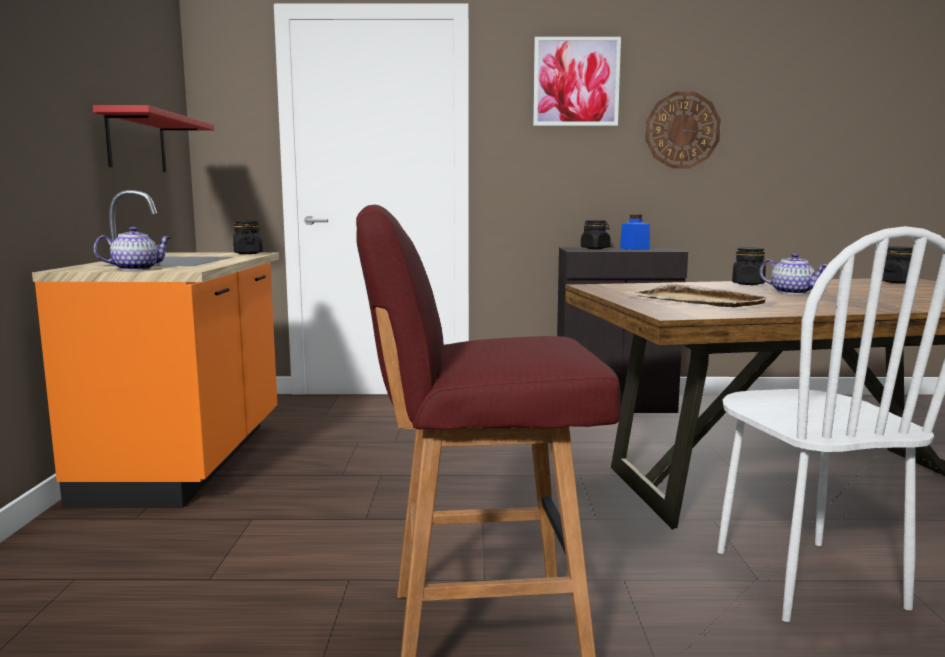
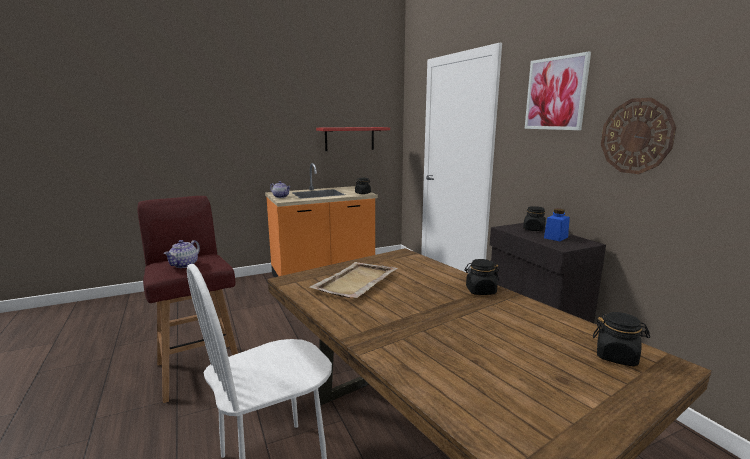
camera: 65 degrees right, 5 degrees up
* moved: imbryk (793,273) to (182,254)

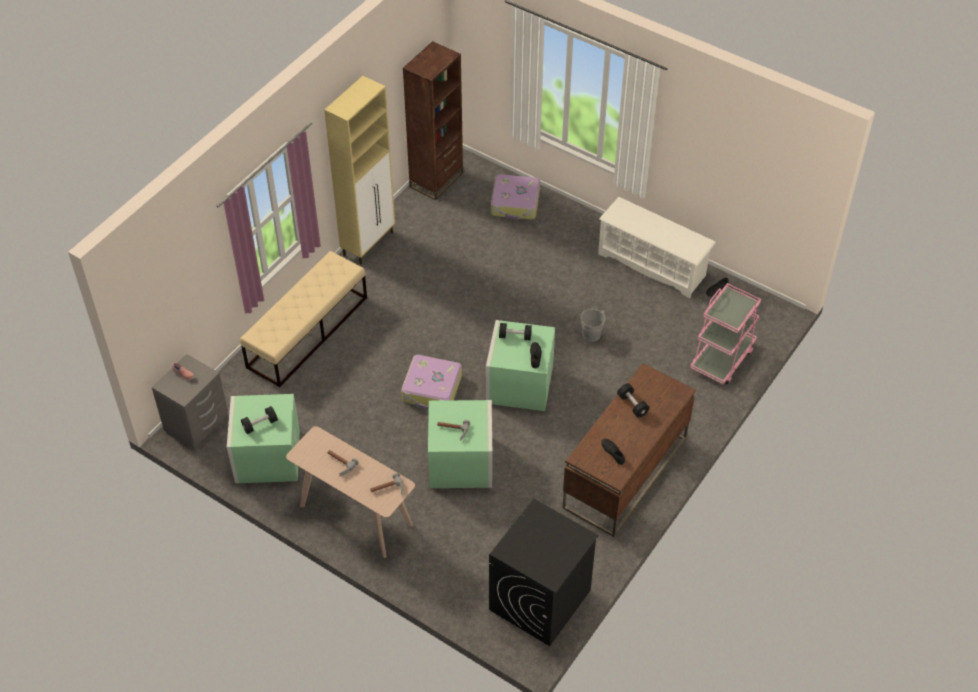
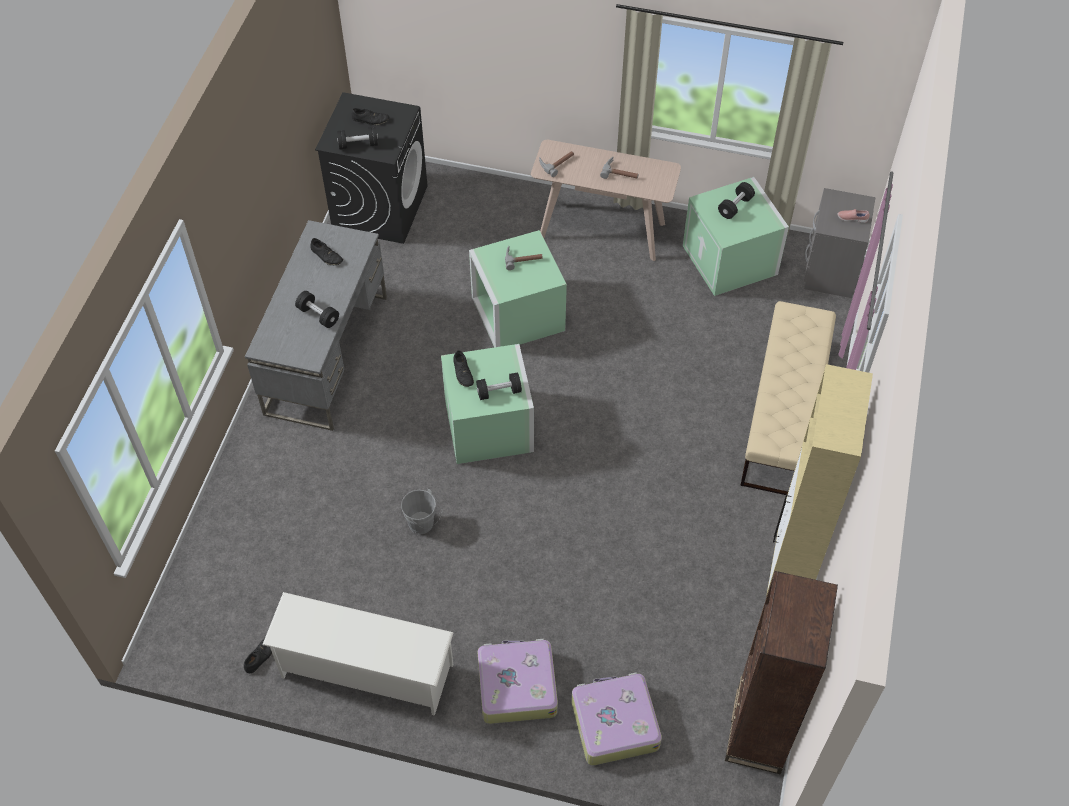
camera: 160 degrees right, 5 degrees up
* moved: walizka (431,382) to (517,681)
* recoloured: biurko (brązowy) (629,450) to biurko (szary) (316,325)
* removed: wózek (różowy) (725,333)
* added: hantel (czarny) (357,138)
* added: but (czarny) (370,116)

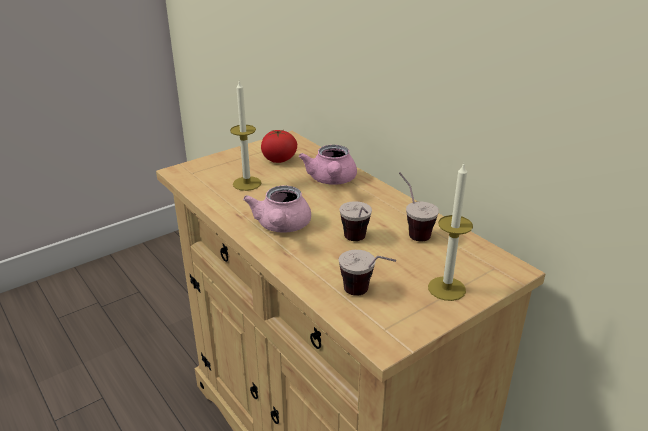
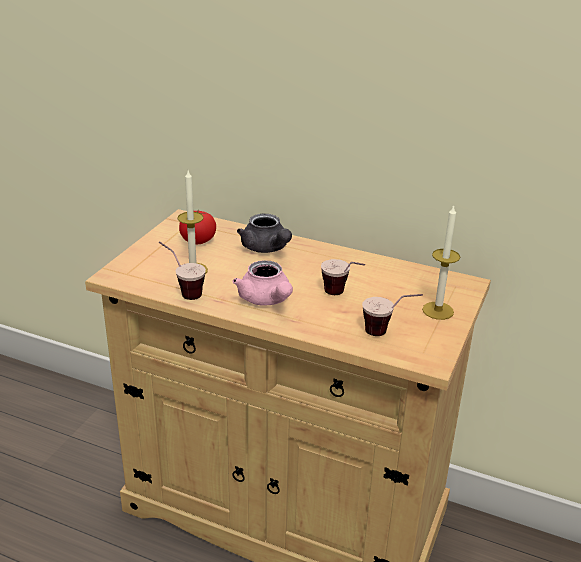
camera: 30 degrees left, 0 degrees up
* recoloured: imbryk (różowy) (328,165) to imbryk (szary) (264,233)
* moved: filiżanka (419,206) to (182,270)

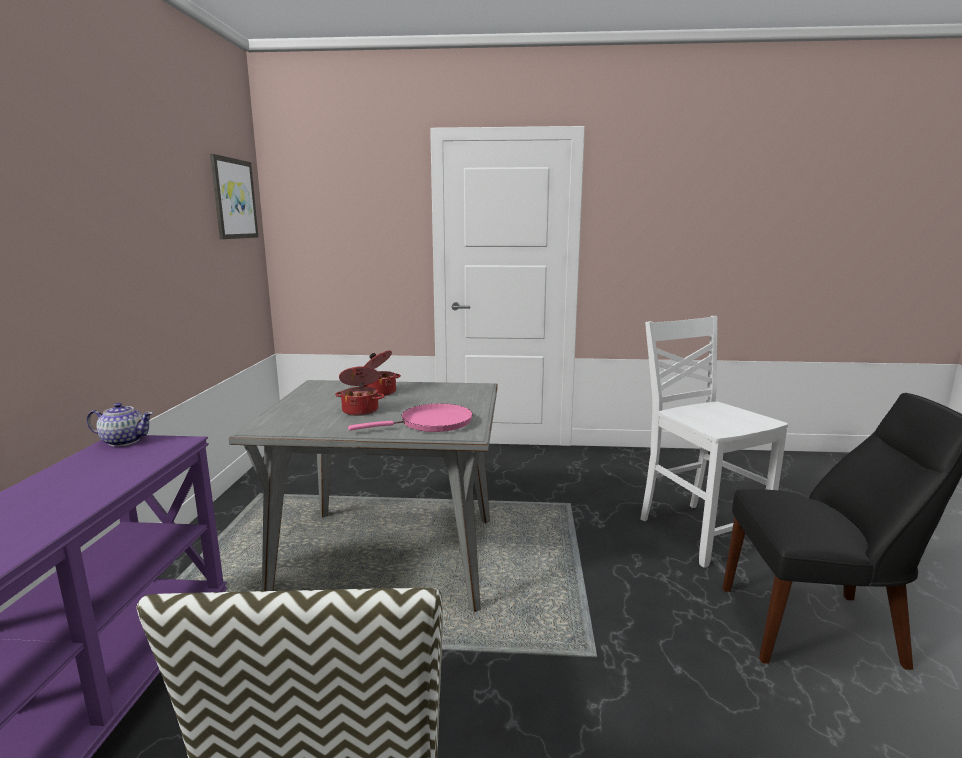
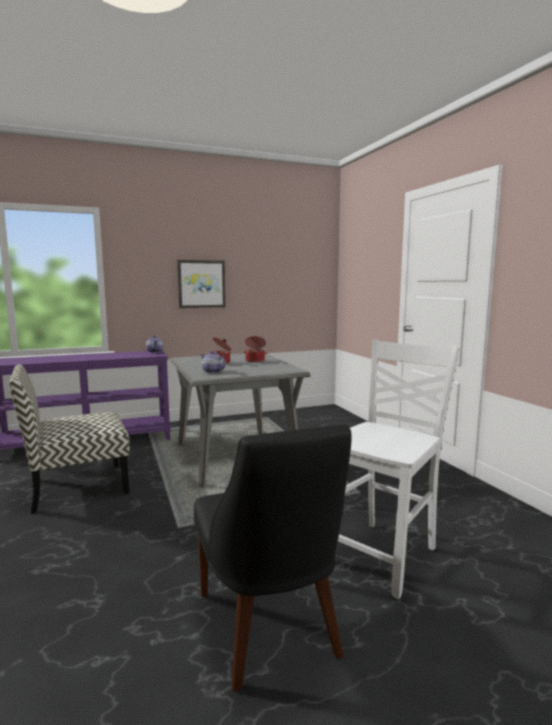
camera: 65 degrees right, 5 degrees down
* moved: obraz (234,196) to (201,284)
* replaced: patelnia (różowy) (410,418) to imbryk (213,362)

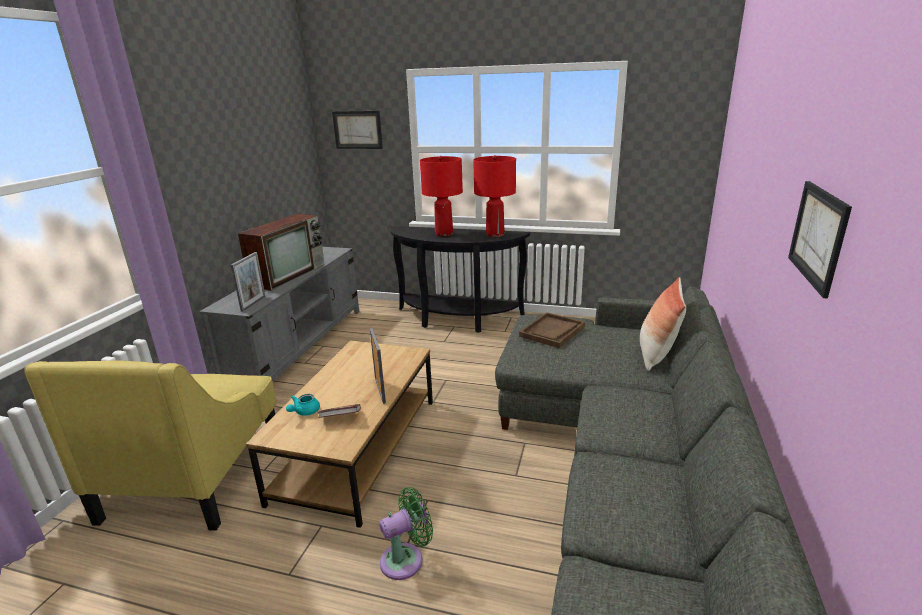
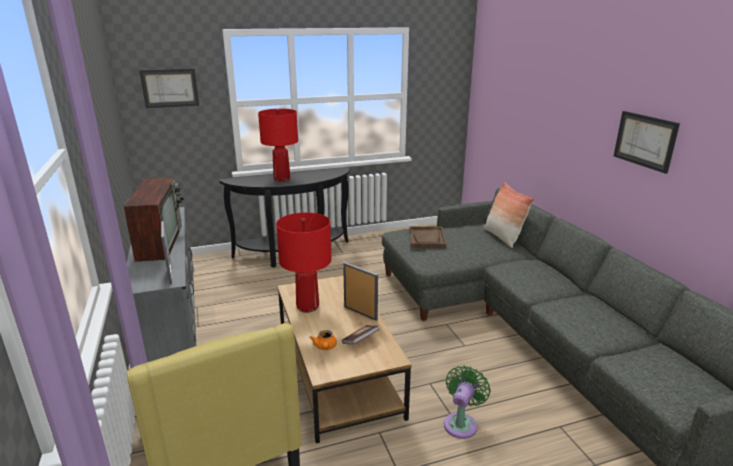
camera: 35 degrees left, 0 degrees up
* recoloured: imbryk (turkusowy) (303,405) to imbryk (pomarańczowy) (323,340)
* moved: lampa stołowa (czerwony) (494,196) to (303,262)

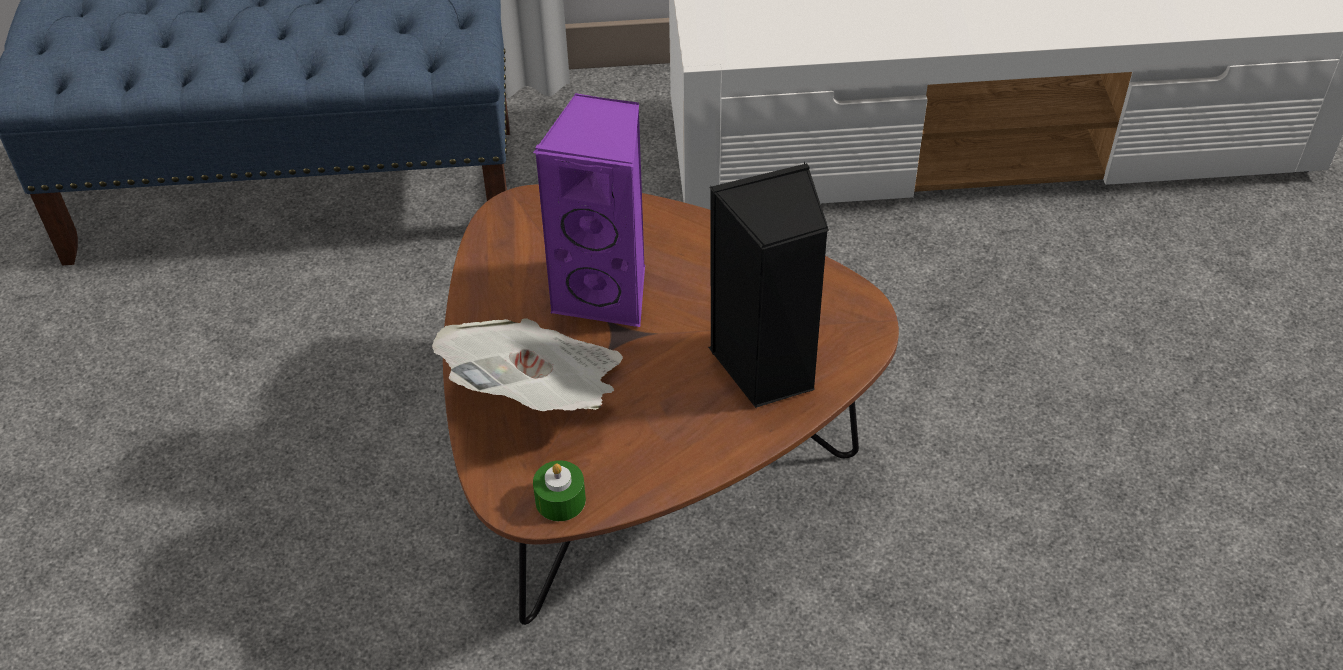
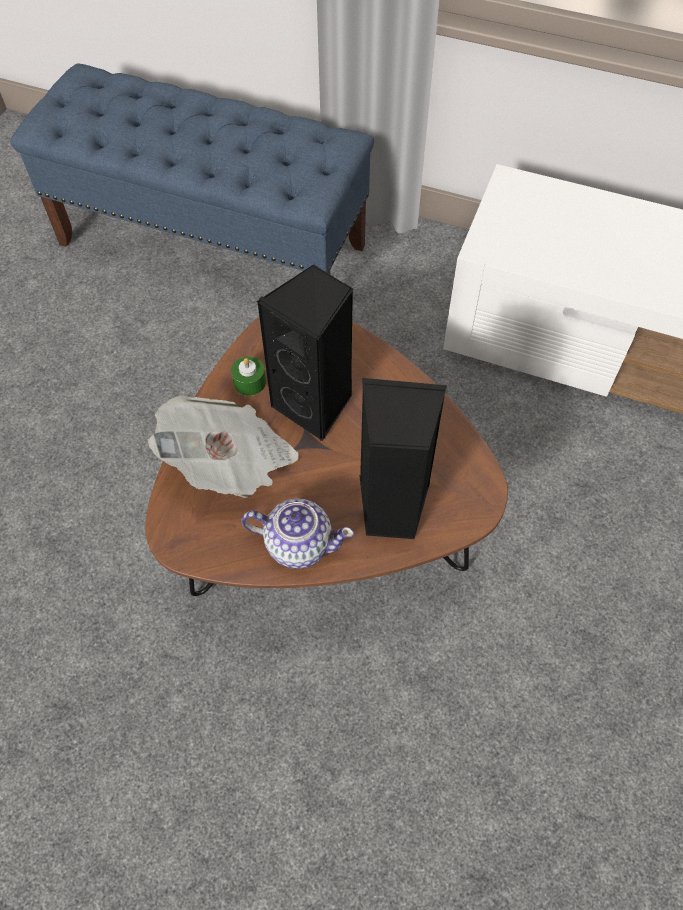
camera: 25 degrees right, 10 degrees up
* recoloured: głośnik (fioletowy) (589,210) to głośnik (czarny) (304,352)
* moved: świeca (zielony) (559,490) to (248,376)
* added: imbryk (297,534)

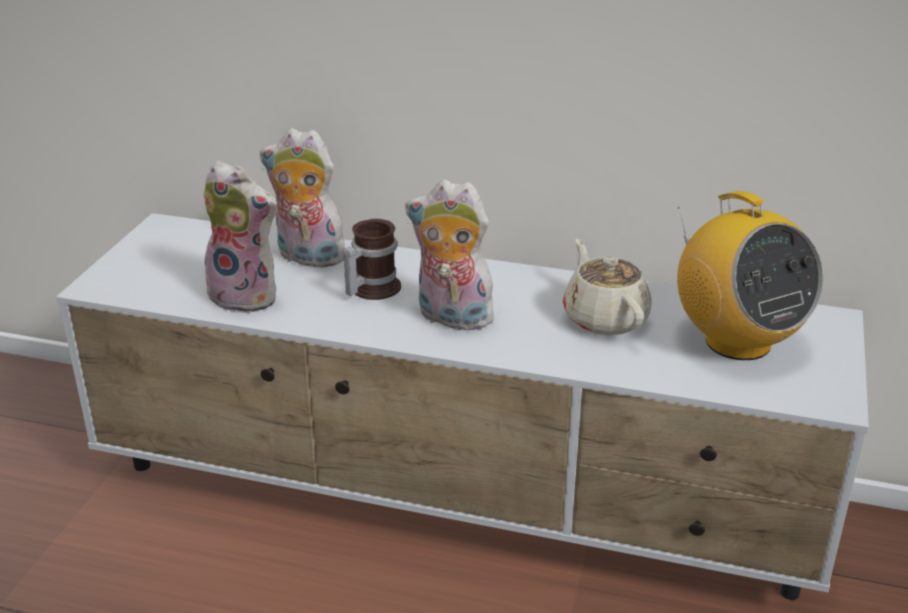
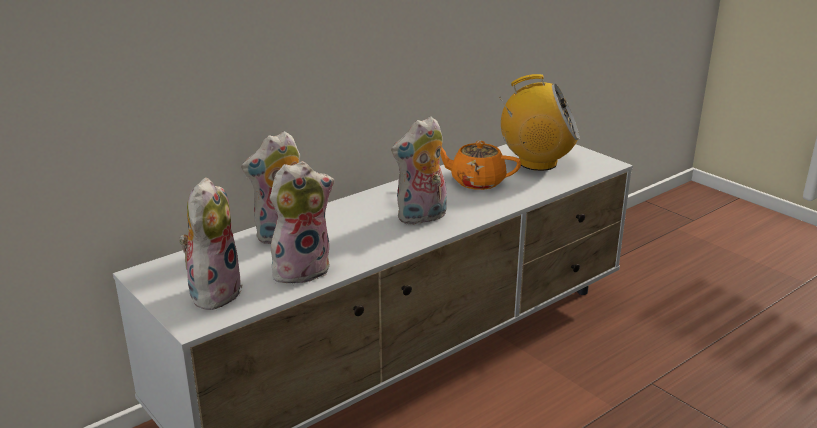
camera: 55 degrees left, 5 degrees down
* removed: kubek (372,259)
* recoloured: imbryk (beżowy) (607,287) to imbryk (pomarańczowy) (480,165)
* added: pluszak (211,243)

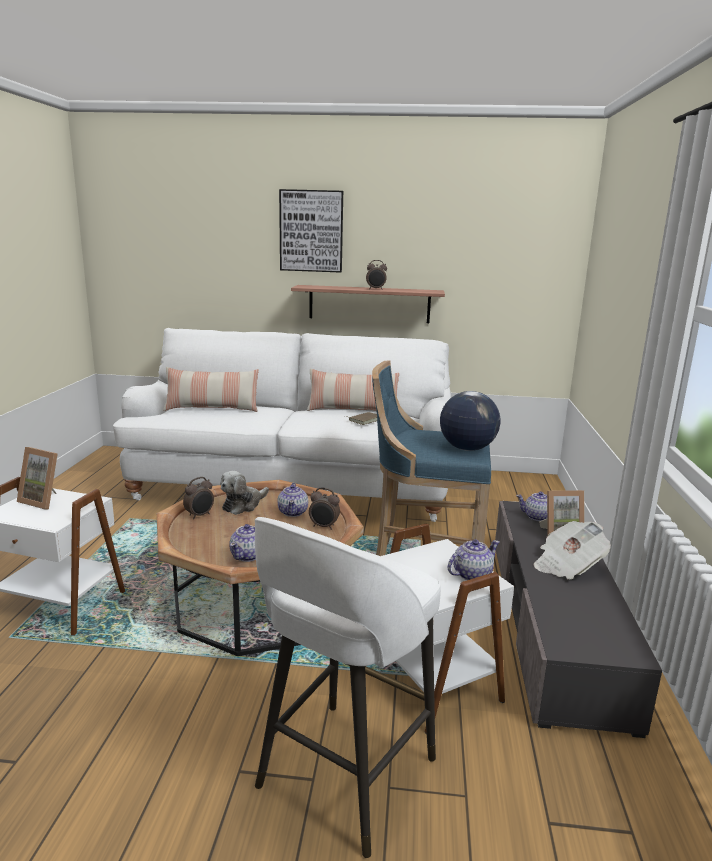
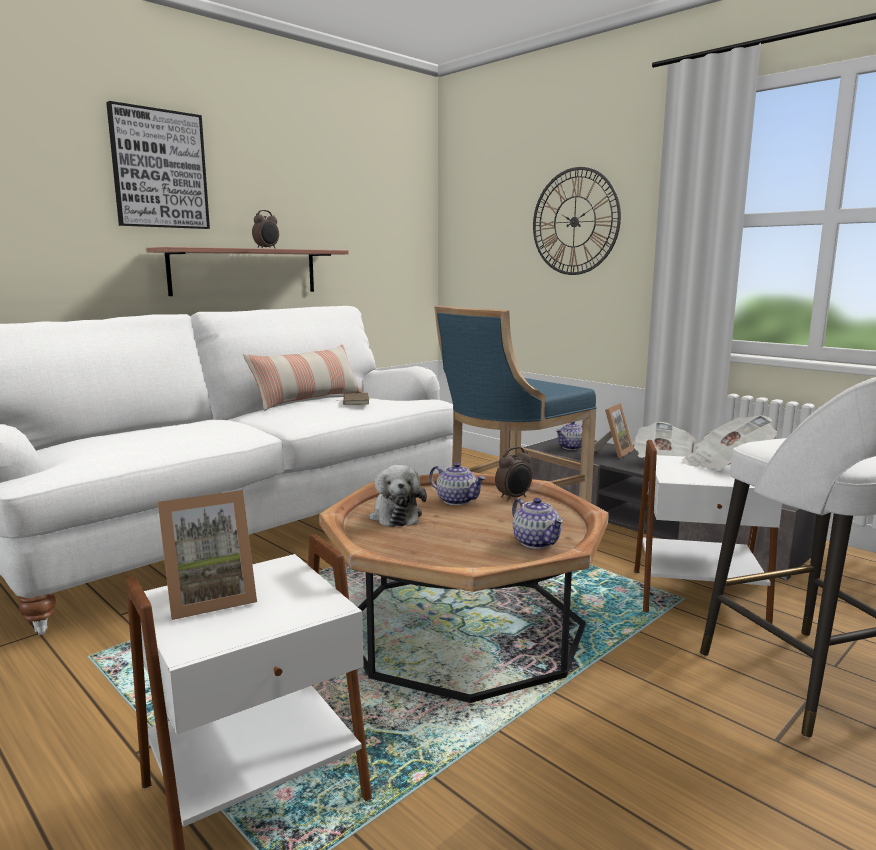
camera: 50 degrees left, 5 degrees down
* removed: poduszka (211,389)
* removed: budzik (198,498)
* removed: globus (470,421)
* replaced: imbryk (474,560) to gazeta (729,442)
* added: zegar ścienny (577,221)

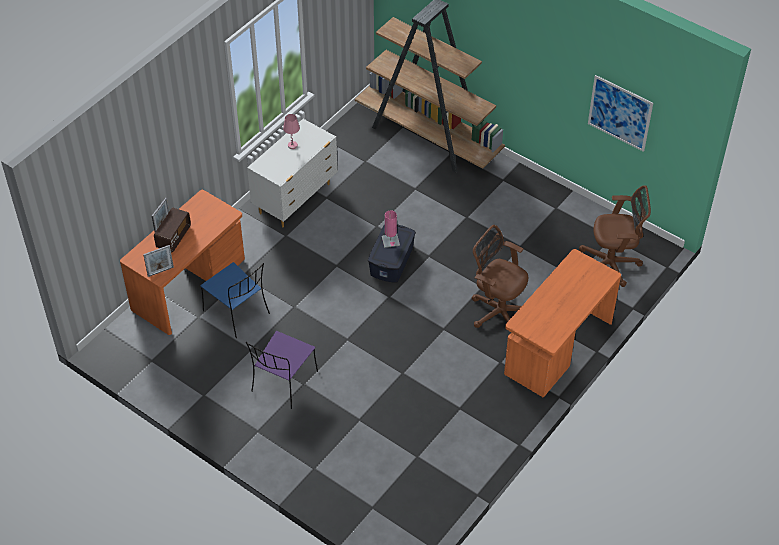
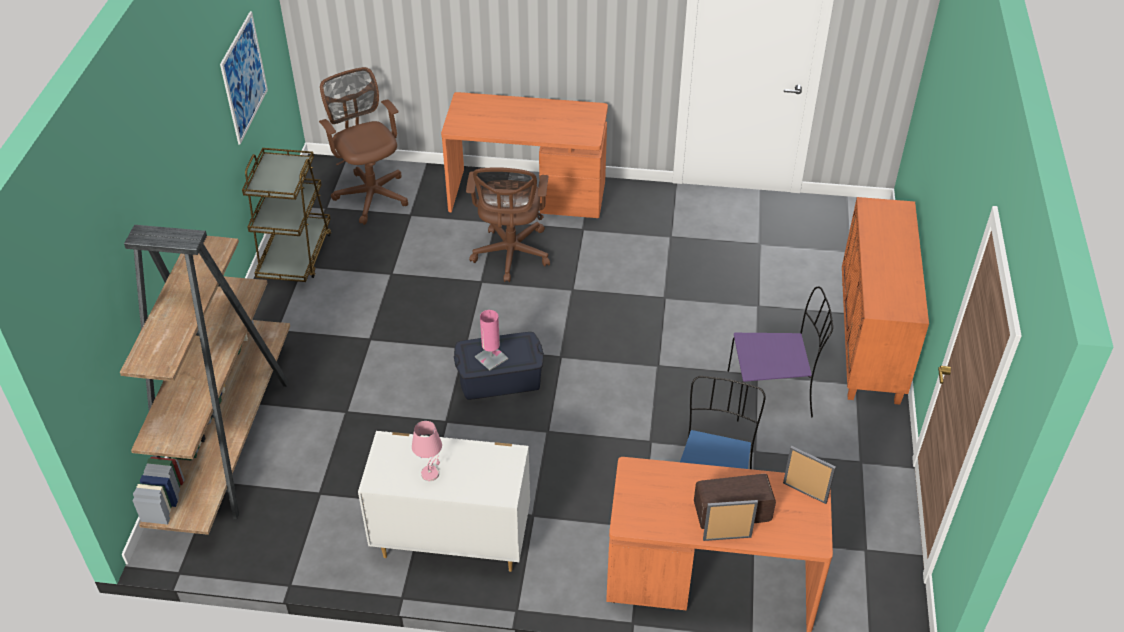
camera: 120 degrees left, 5 degrees down
* added: wózek (brązowy) (287,215)
* added: szafka (pomarańczowy) (885,301)

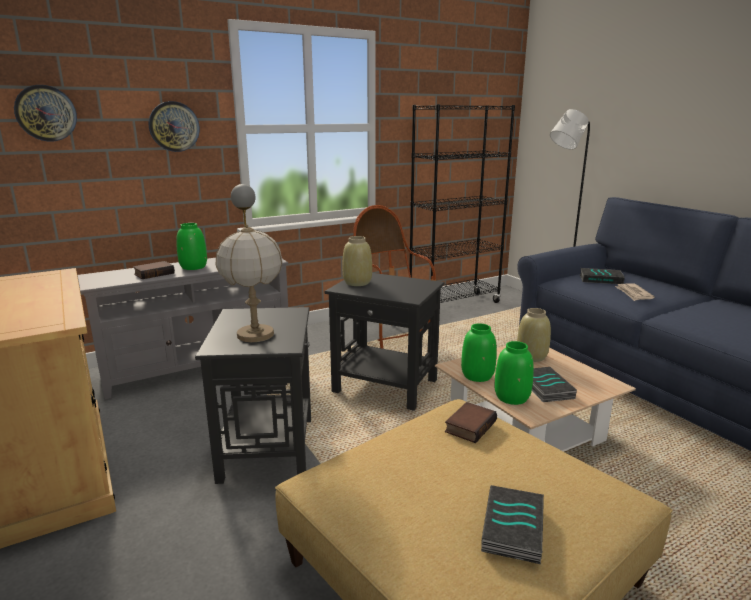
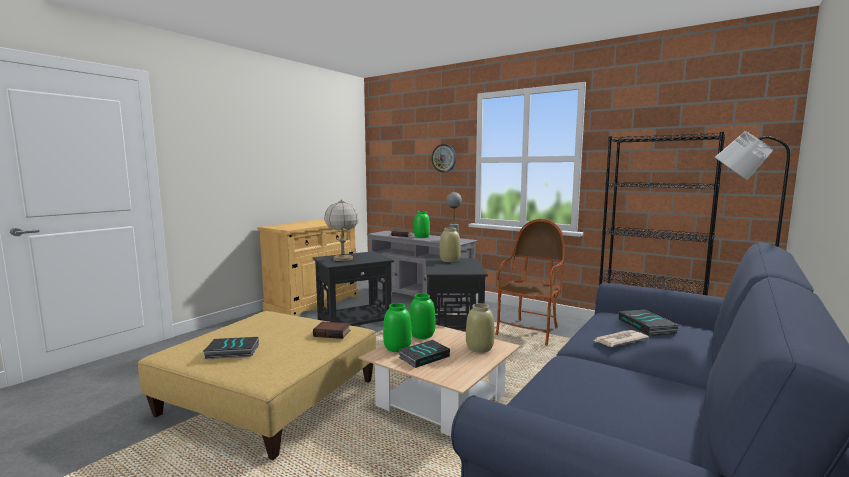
camera: 65 degrees right, 10 degrees down
* removed: zegar ścienny (45,113)

